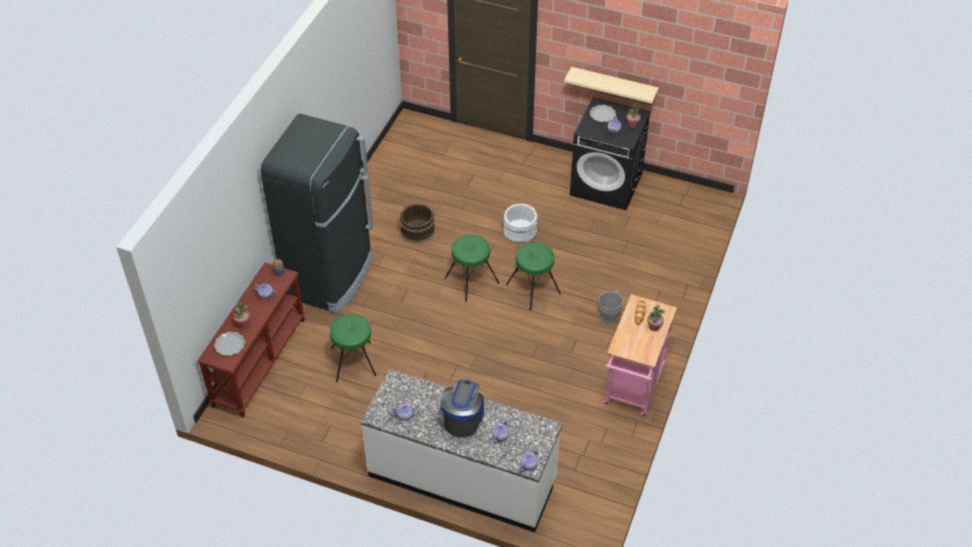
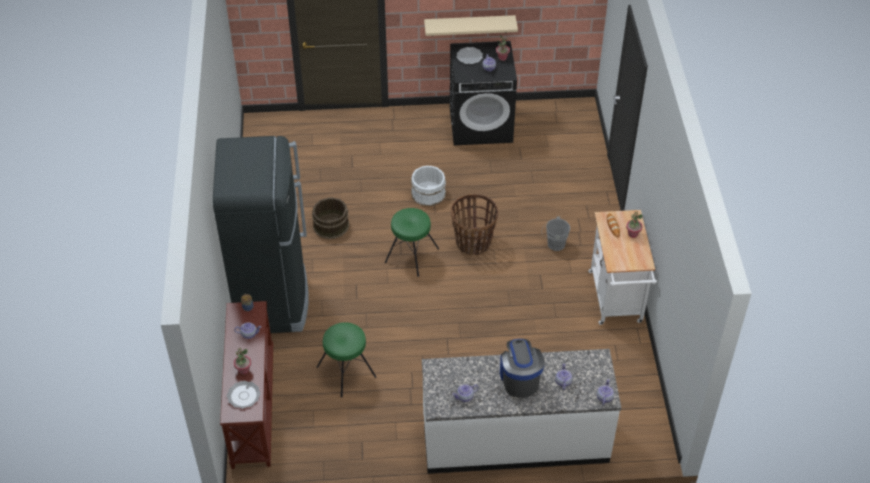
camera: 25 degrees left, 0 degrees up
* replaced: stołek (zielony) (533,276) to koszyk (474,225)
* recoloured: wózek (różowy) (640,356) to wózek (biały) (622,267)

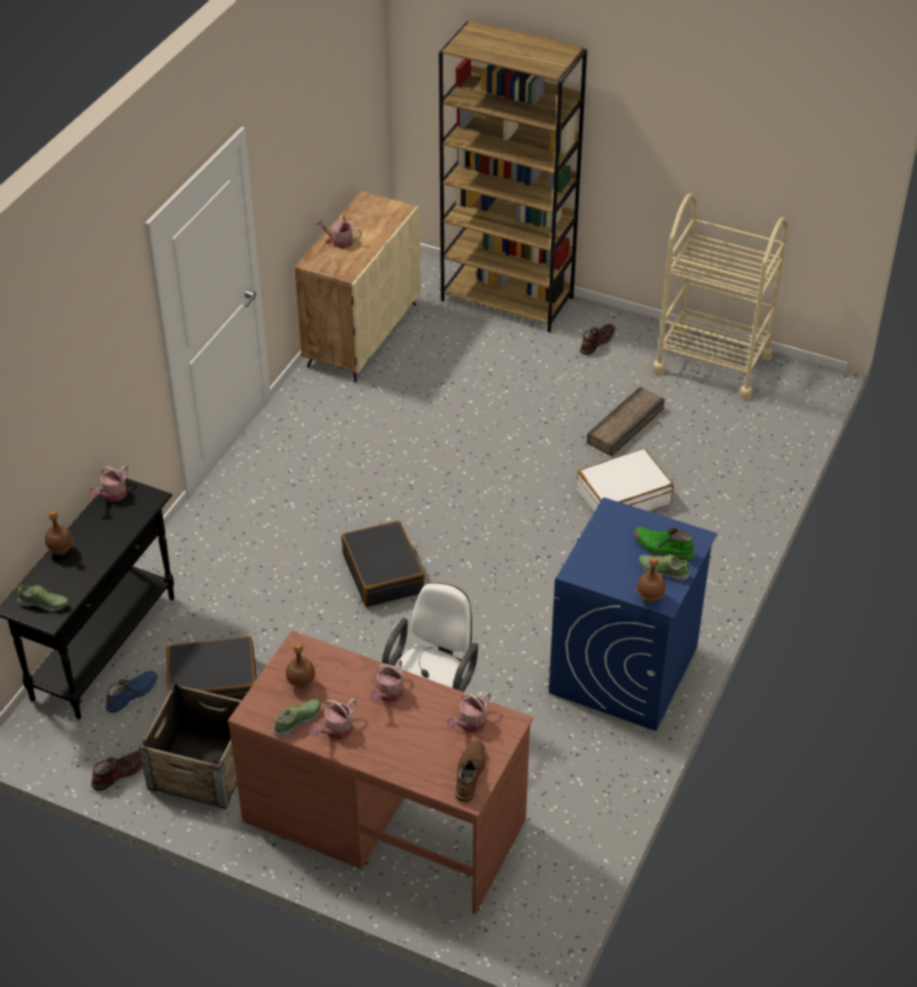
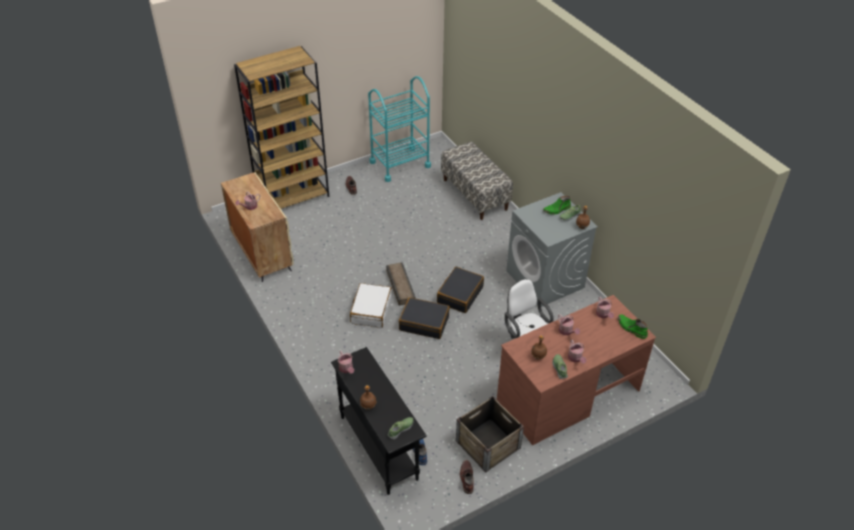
camera: 55 degrees left, 0 degrees up
* moved: walizka (czarny) (211,672) to (460,290)
* recoloured: but z cholewką (brązowy) (470,771) to but z cholewką (zielony) (633,326)
* recoloured: pralka (niebieski) (633,614) to pralka (szary) (552,249)
* moved: walizka (biały) (625,480) to (371,305)
* moved: skrzynka (626,421) to (400,284)
* recoloured: wózek (beżowy) (721,297) to wózek (turkusowy) (399,129)
* added: ławka (477,181)

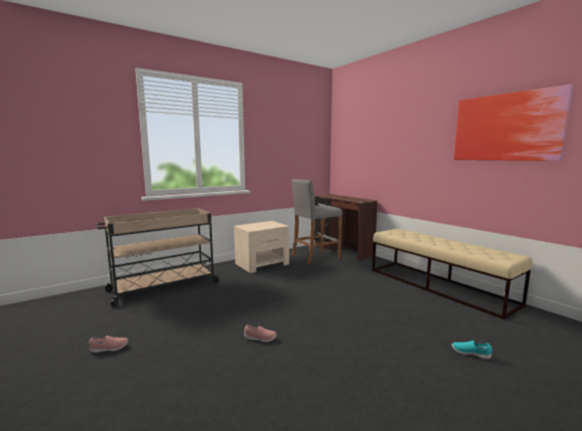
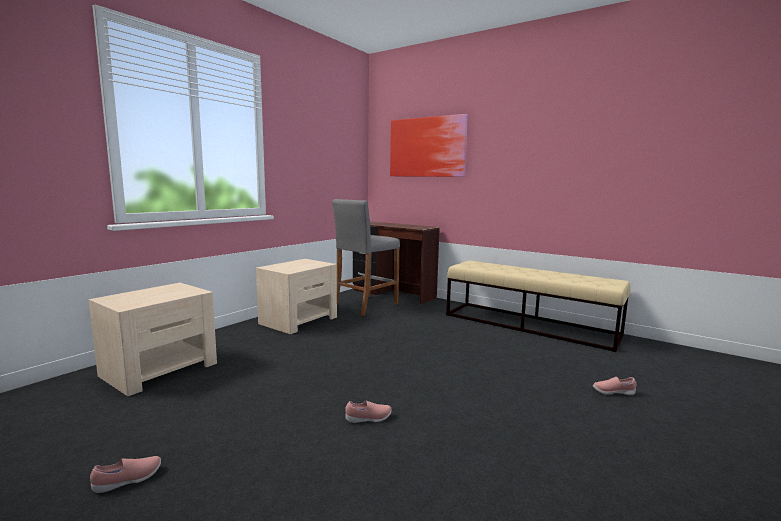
camera: 20 degrees left, 0 degrees up
* replaced: wózek (beżowy) (158,257) to szafka nocna (beżowy) (153,339)
* recoloured: but (turkusowy) (471,350) to but (różowy) (615,386)
* moved: obraz (514,122) to (429,145)

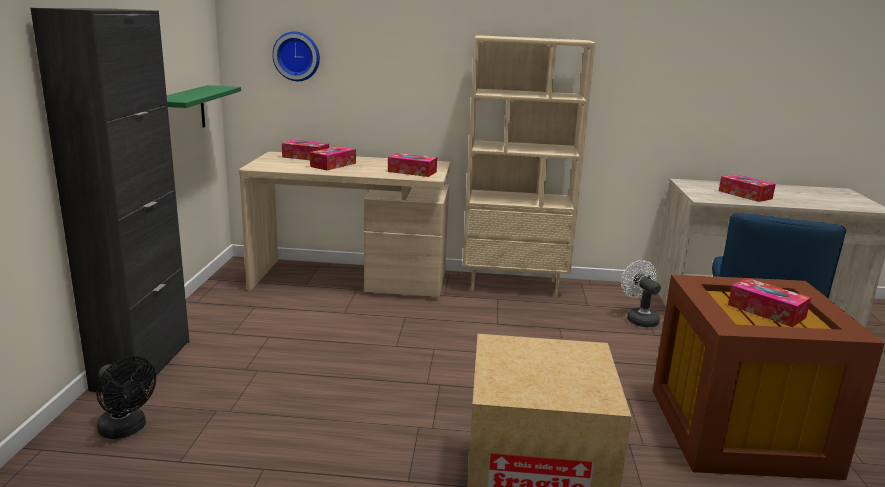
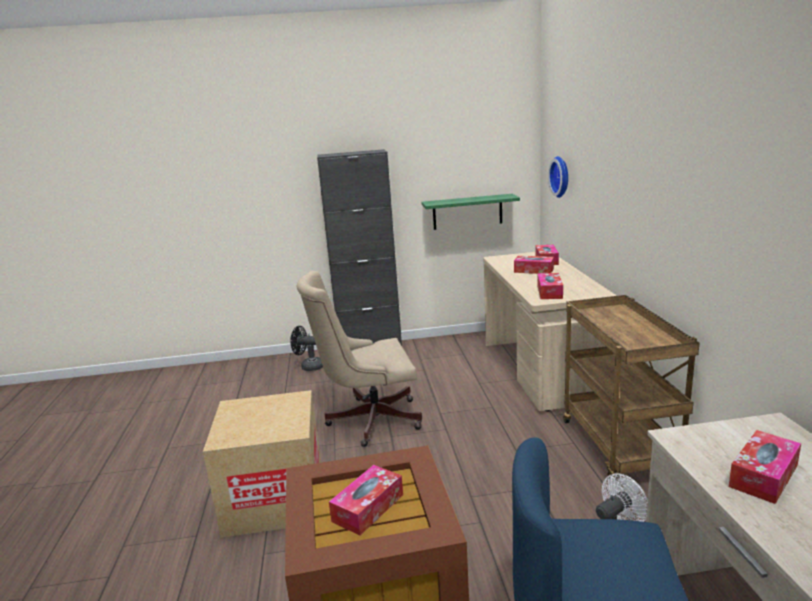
camera: 80 degrees right, 0 degrees up
* turned: wentylator (czarny) (126,397) = (306,348) 75 degrees clockwise
* replaced: regał (beżowy) (529,166) to wózek (brązowy) (631,386)
* added: krzesło biurowe (beżowy) (359,359)

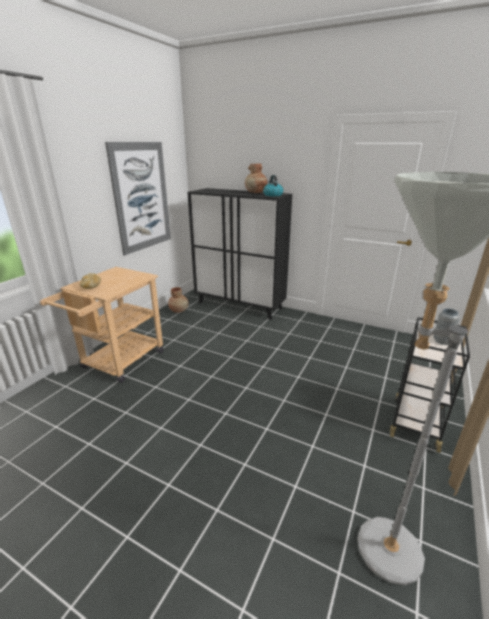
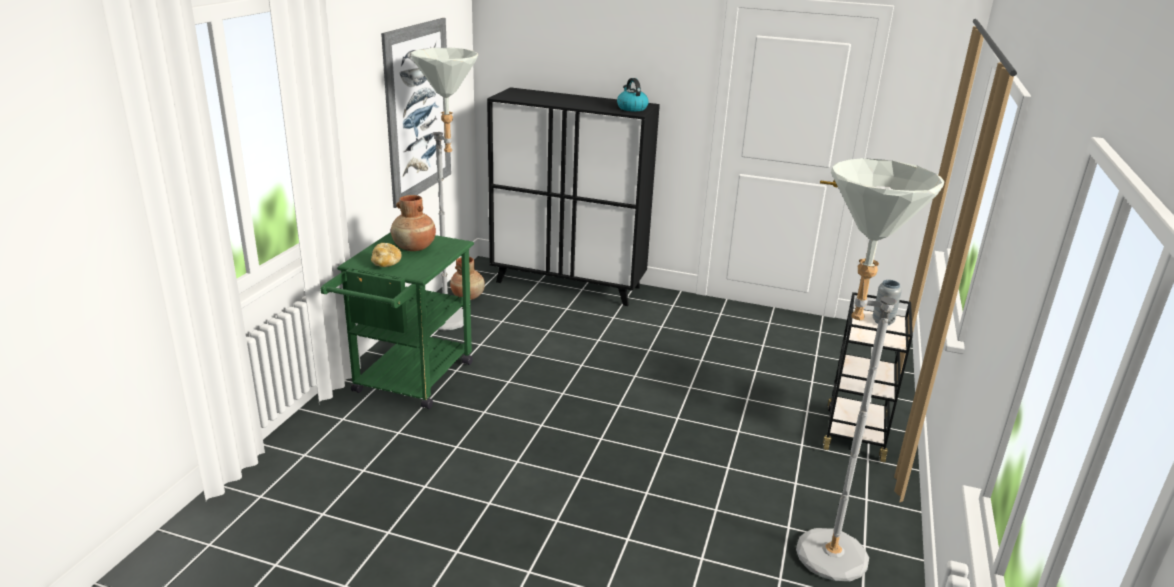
camera: 10 degrees left, 0 degrees up
* recoloured: wózek (beżowy) (101,325) to wózek (zielony) (397,320)
* moved: wazon (brązowy) (256,178) to (413,223)
* added: lampa stojąca (szary) (444,189)

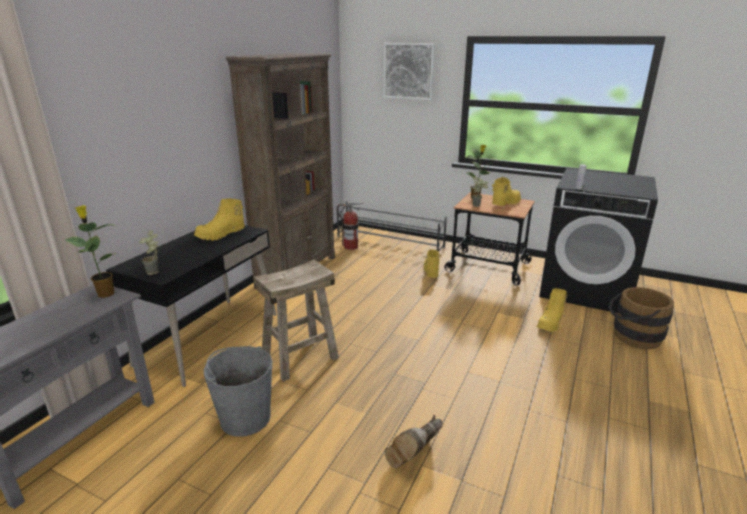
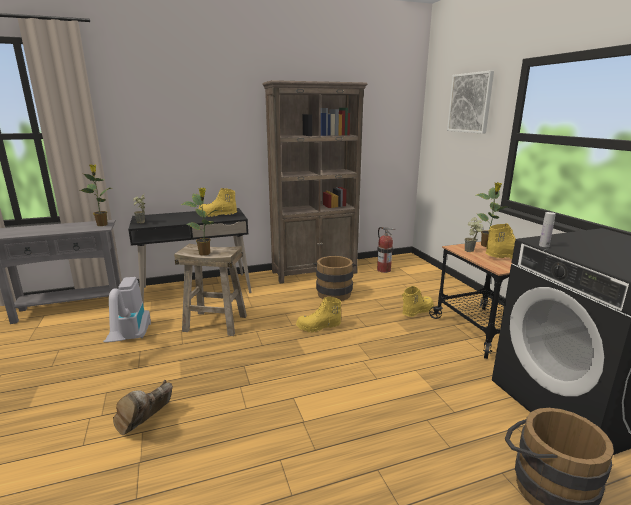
camera: 45 degrees right, 5 degrees down
* replaced: wiadro (szary) (238,391) to odkurzacz (127,309)
* removed: regał na buty (szary) (392,226)
* turned: but z cholewką (brązowy) (414,441) = (143,407) 60 degrees counterclockwise
* moved: but z cholewką (żółty) (552,310) to (318,314)
* added: roślina doniczkowa (200,222)
* added: wiadro (brązowy) (334,278)

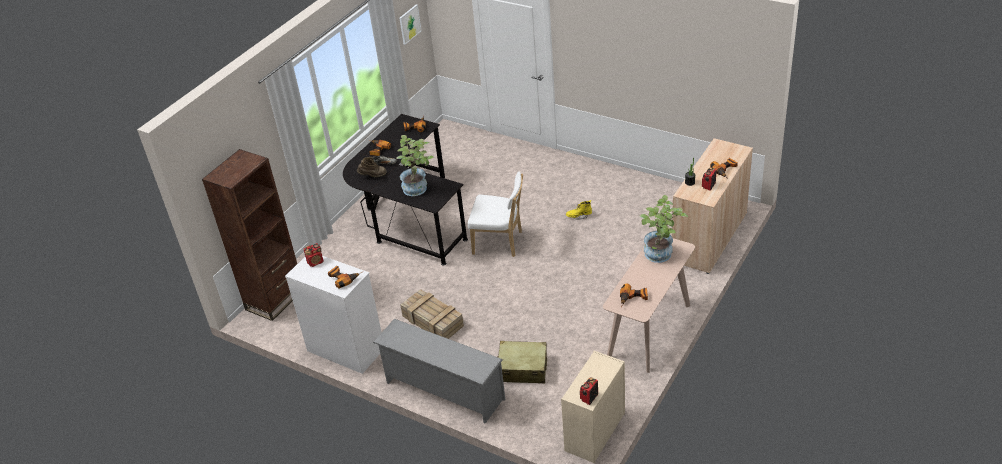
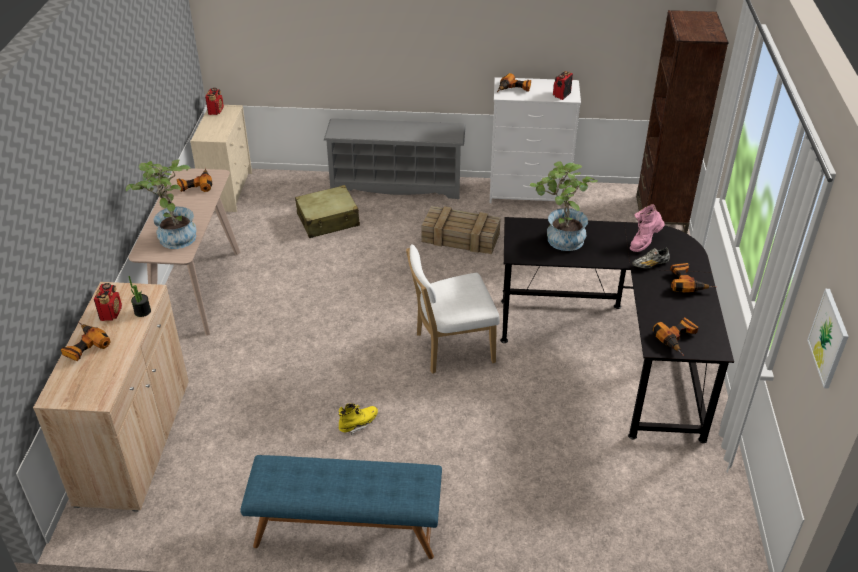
camera: 150 degrees right, 0 degrees up
* recoloured: but z cholewką (brązowy) (371,167) to but z cholewką (różowy) (647,228)
* added: ławka (niebieski) (341,507)

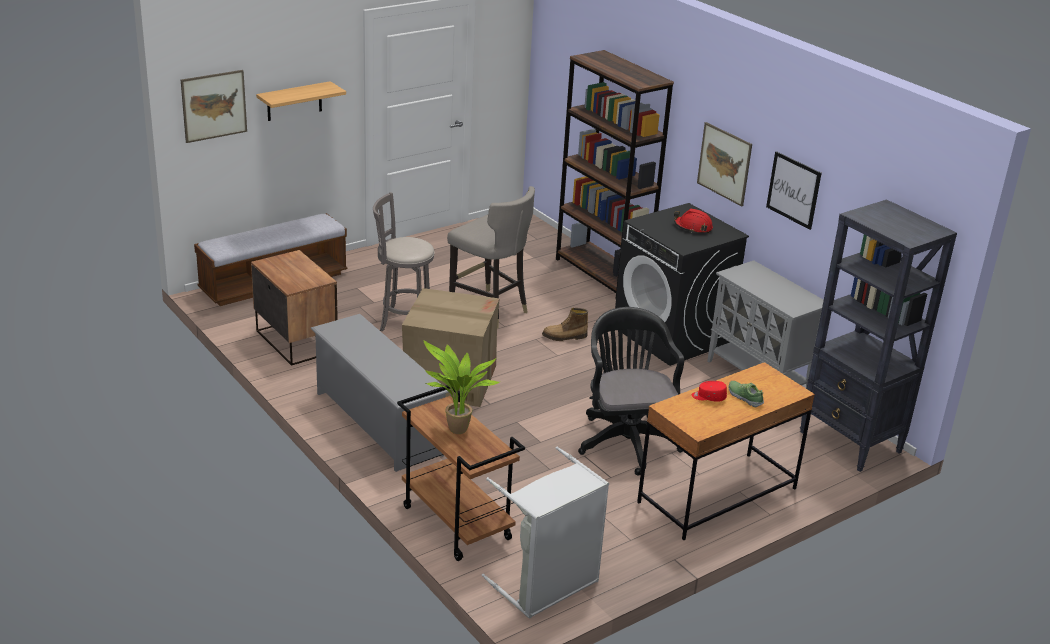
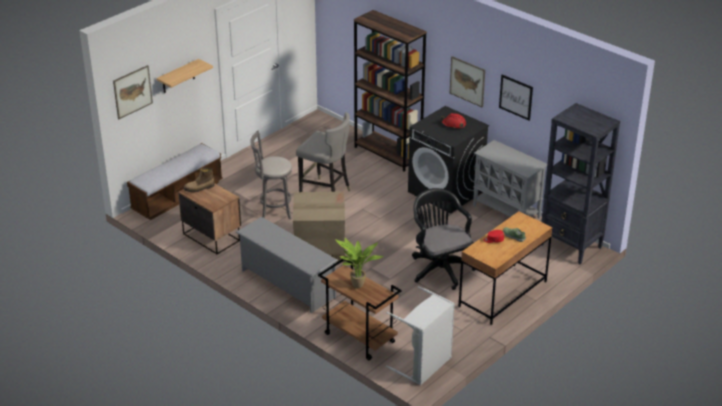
camera: 10 degrees left, 5 degrees up
* moved: but z cholewką (565,324) to (199,180)

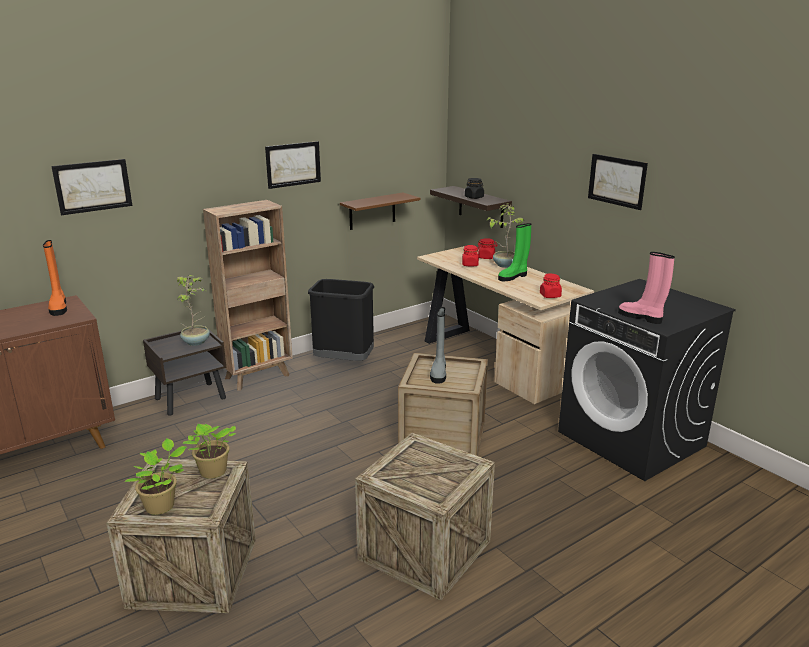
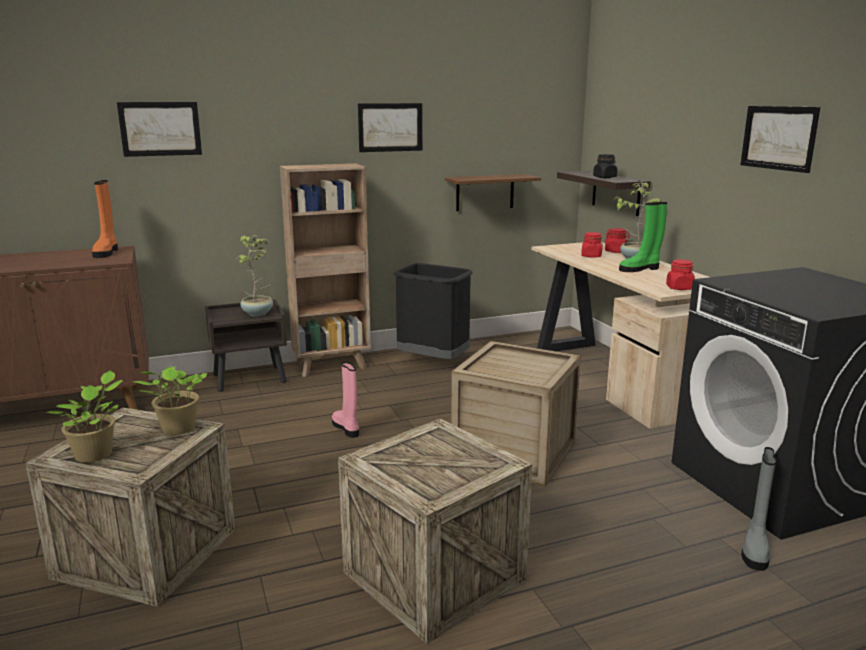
camera: 15 degrees right, 5 degrees down
* moved: but z cholewką (szary) (438,345) to (758,509)
* moved: but z cholewką (różowy) (646,288) to (345,400)

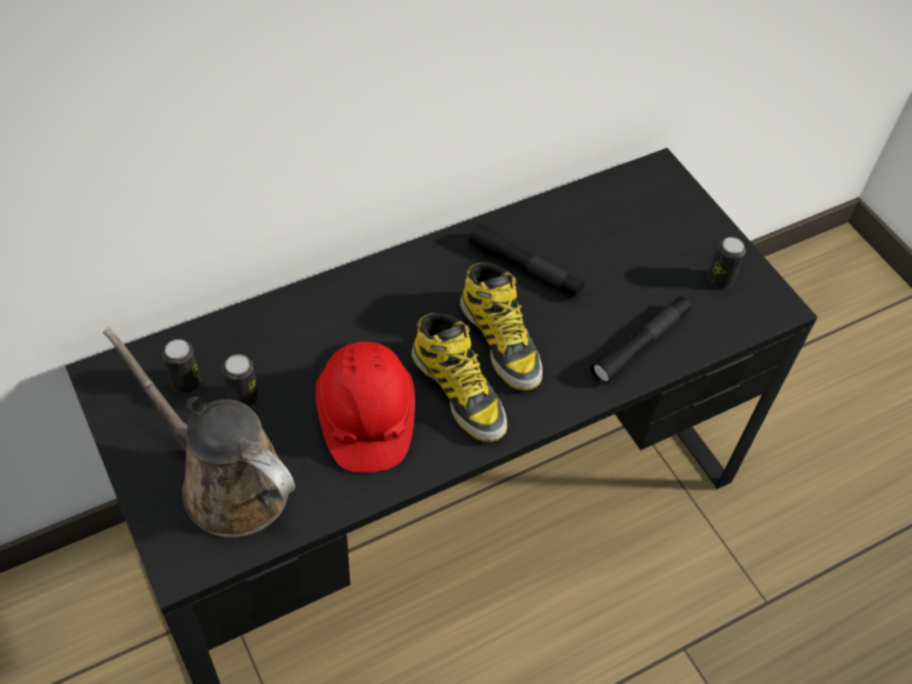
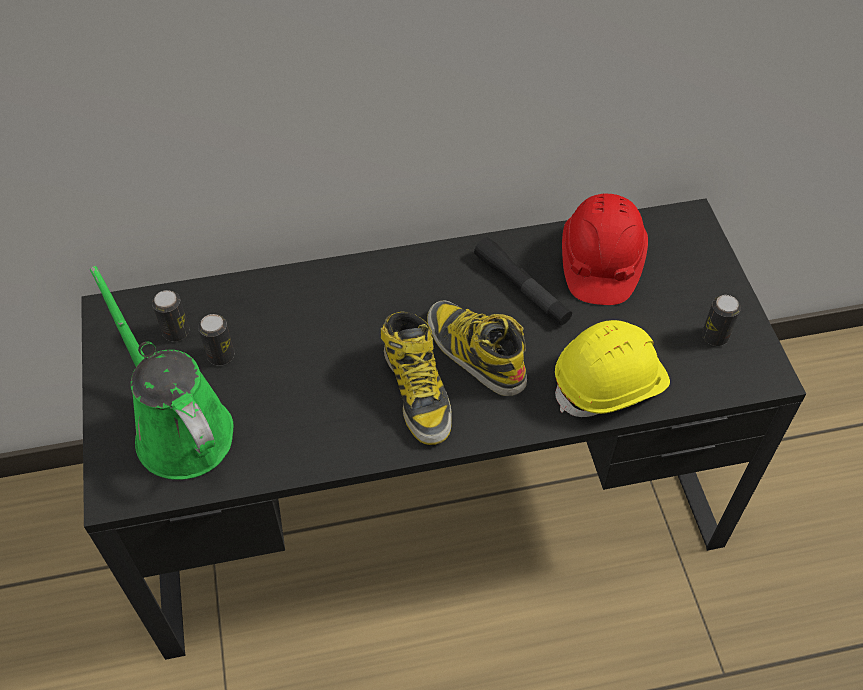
camera: 20 degrees right, 0 degrees up
* recoloured: konewka (brązowy) (199,432) to konewka (zielony) (162,373)
* moved: kask (czerwony) (365,407) to (605,249)
* turned: but z cholewką (501,326) = (477,348) 150 degrees clockwise
* replaced: latarka (czarny) (641,340) to kask (żółty) (612,368)

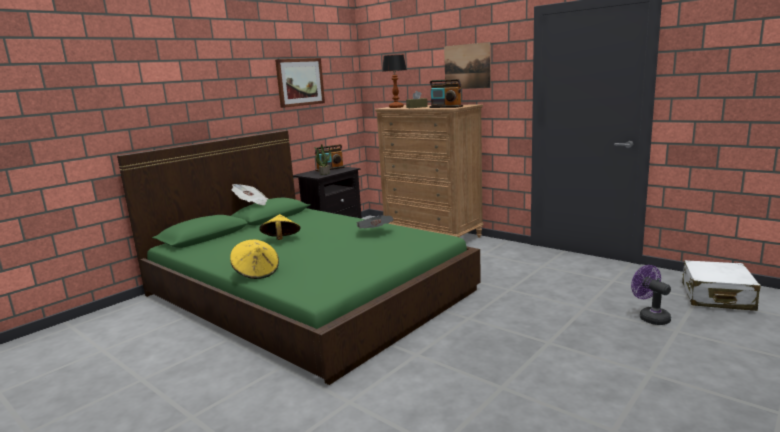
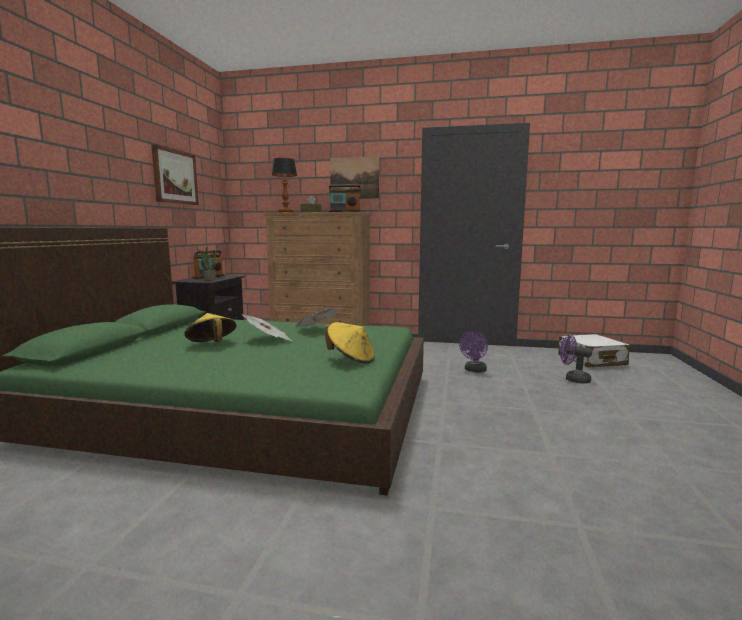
camera: 30 degrees left, 5 degrees down
* moved: kapelusz (żółty) (254,259) to (350,343)
* moved: gazeta (249,194) to (266,327)
* added: wentylator (fioletowy) (473,352)

